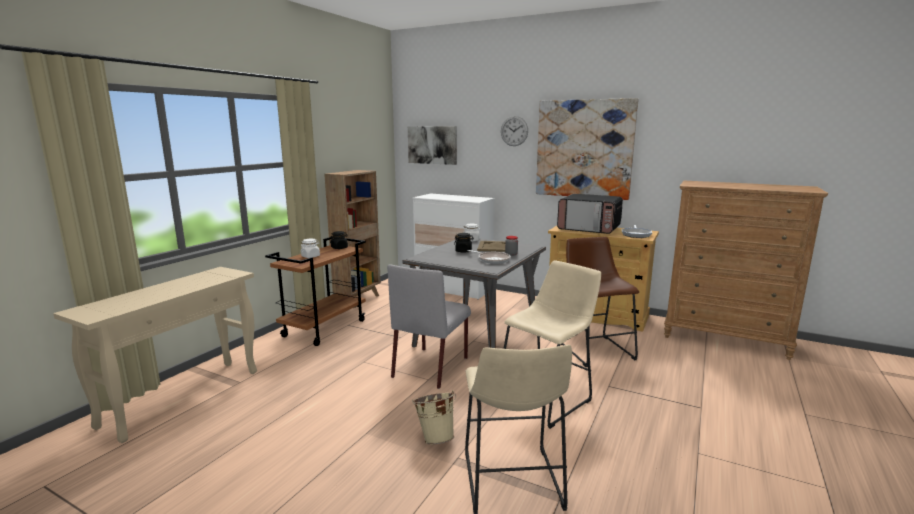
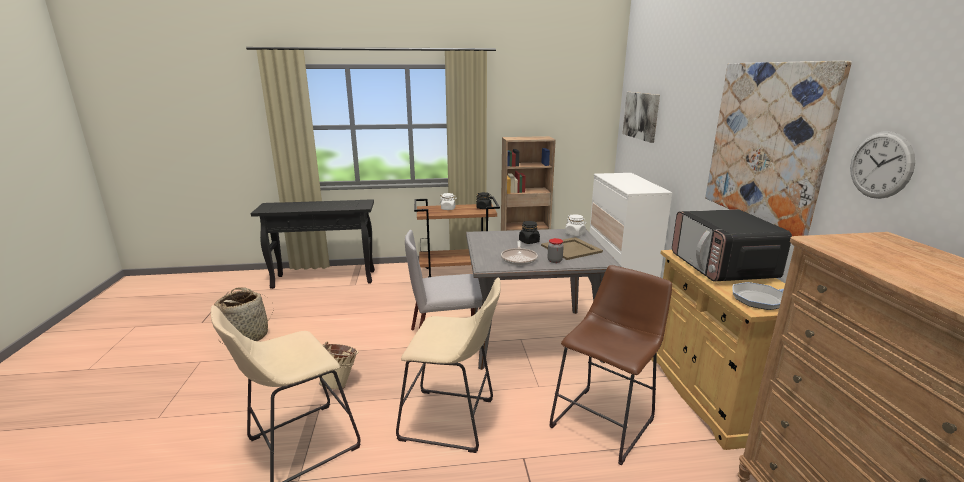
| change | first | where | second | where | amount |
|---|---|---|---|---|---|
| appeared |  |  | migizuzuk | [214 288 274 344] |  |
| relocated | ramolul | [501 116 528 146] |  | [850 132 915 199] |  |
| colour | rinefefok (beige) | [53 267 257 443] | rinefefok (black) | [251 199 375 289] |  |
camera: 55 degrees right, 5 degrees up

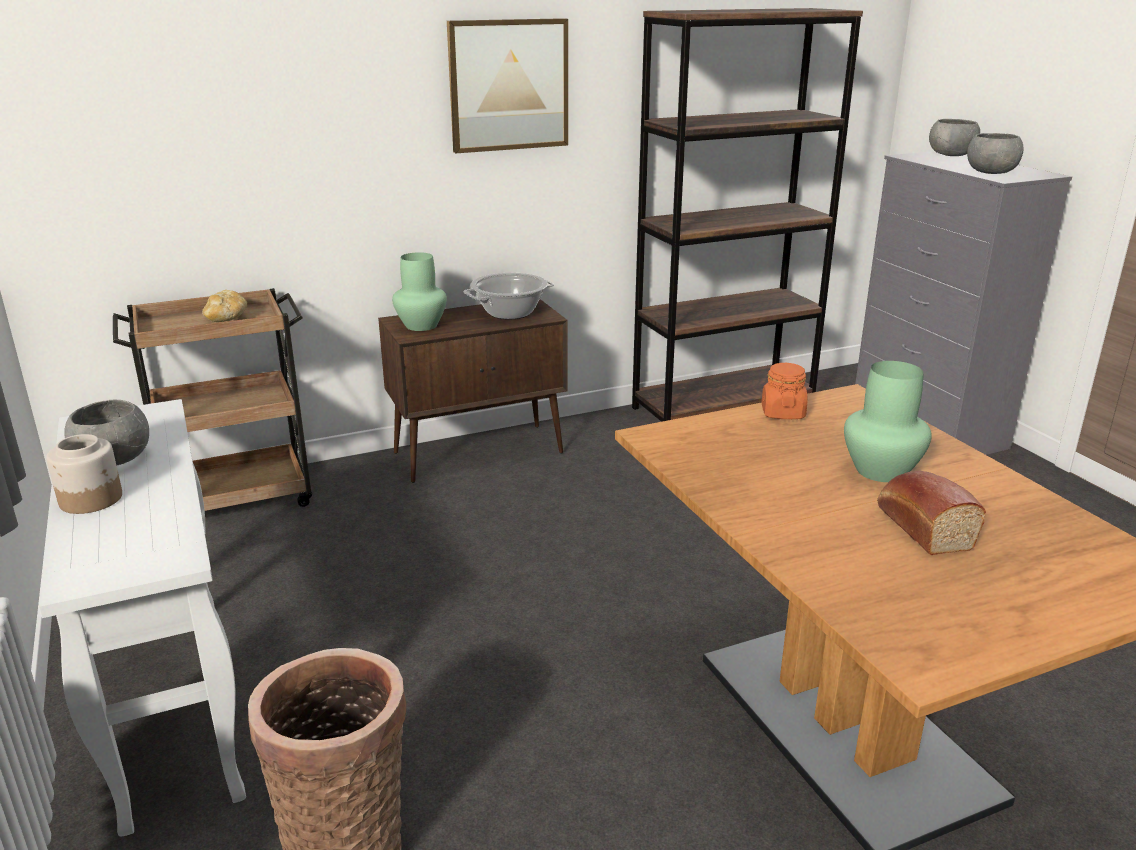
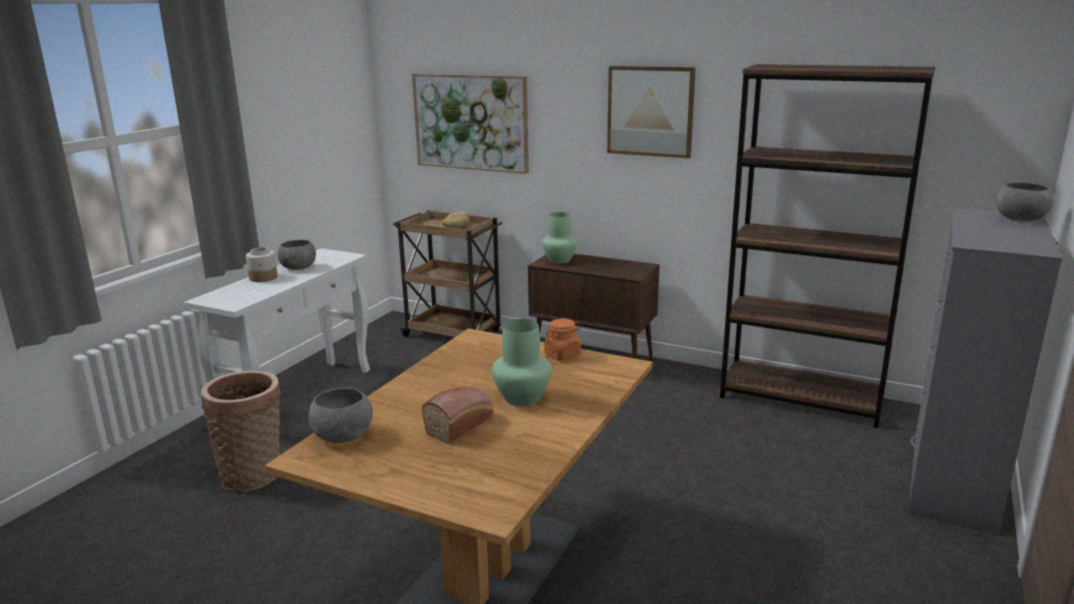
| change | first | where | second | where | amount |
|---|---|---|---|---|---|
| missing | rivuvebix | [464 273 554 320] |  |  |  |
| appeared |  |  | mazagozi | [412 74 529 174] |  |
| relocated | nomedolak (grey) | [967 133 1023 174] |  | [308 387 373 443] |  |
camera: 50 degrees right, 5 degrees down

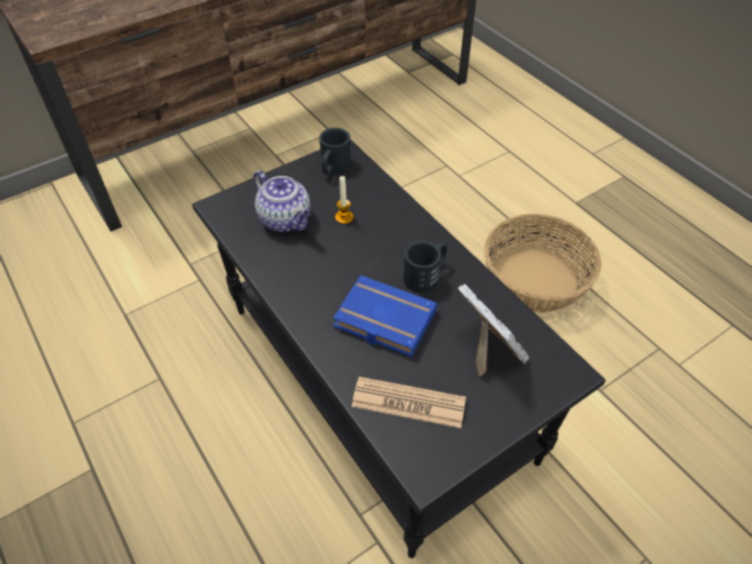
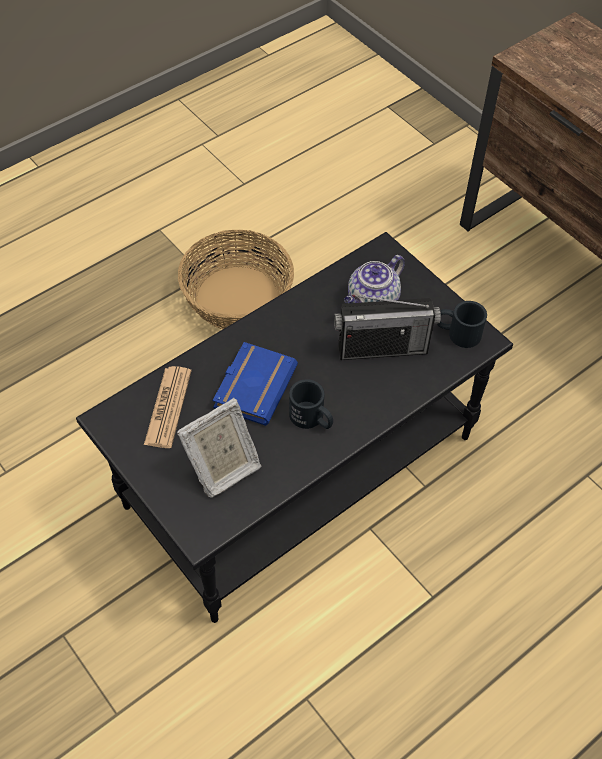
| change | first | where | second | where | amount |
|---|---|---|---|---|---|
| relocated | migizuzuk | [484 214 601 313] |  | [178 230 294 329] |  |
| exchanged | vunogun | [335 176 353 224] | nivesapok | [334 295 441 360] |  |
camera: 85 degrees right, 5 degrees up

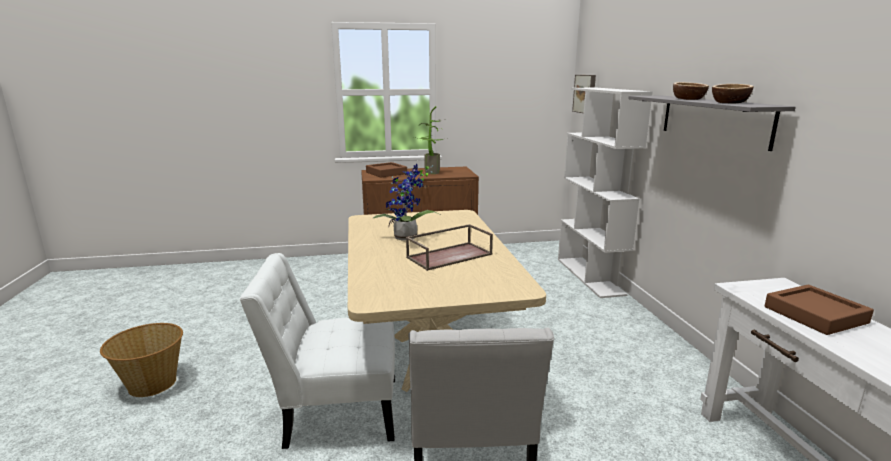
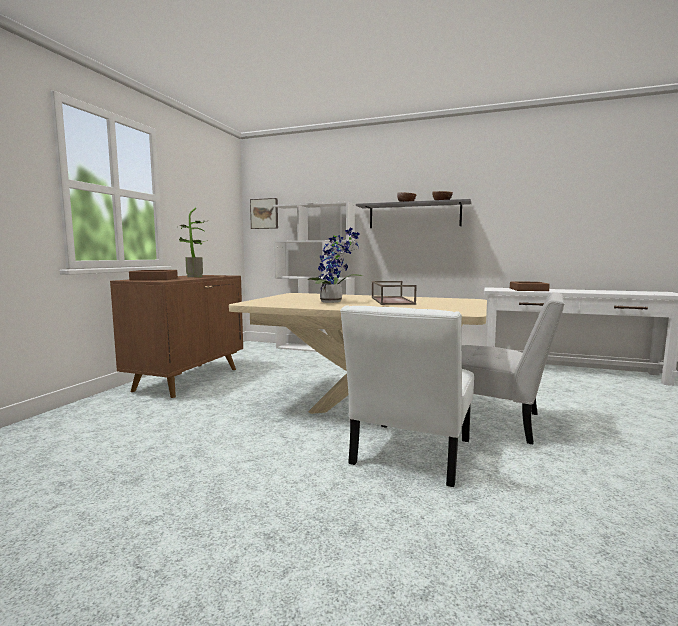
| change | first | where | second | where | amount |
|---|---|---|---|---|---|
| missing | migizuzuk | [100 323 183 397] |  |  |  |
camera: 60 degrees left, 10 degrees down

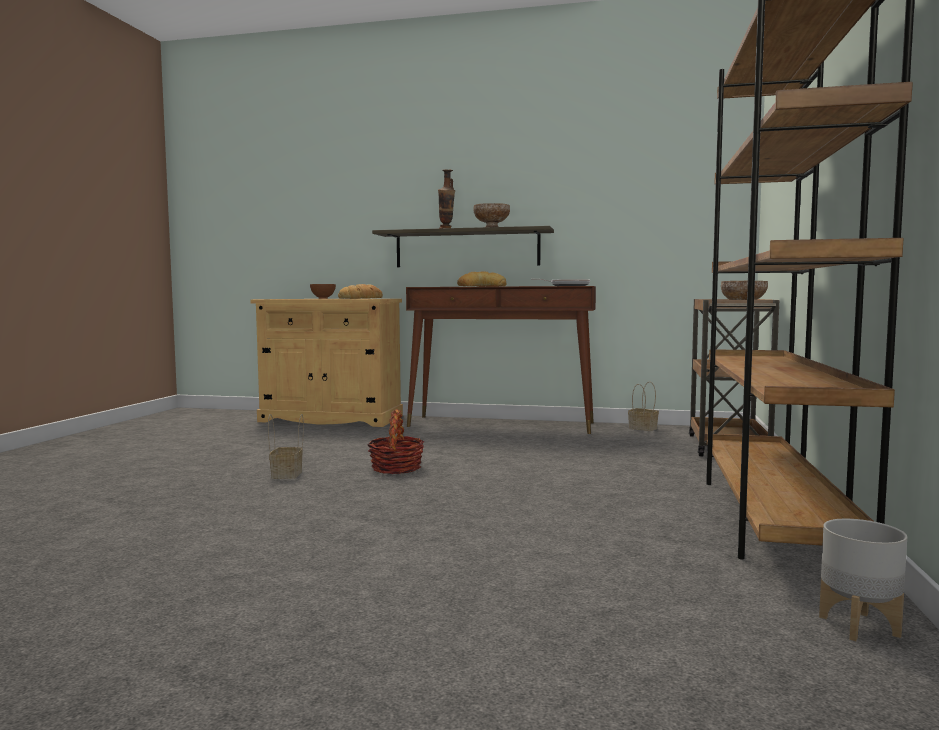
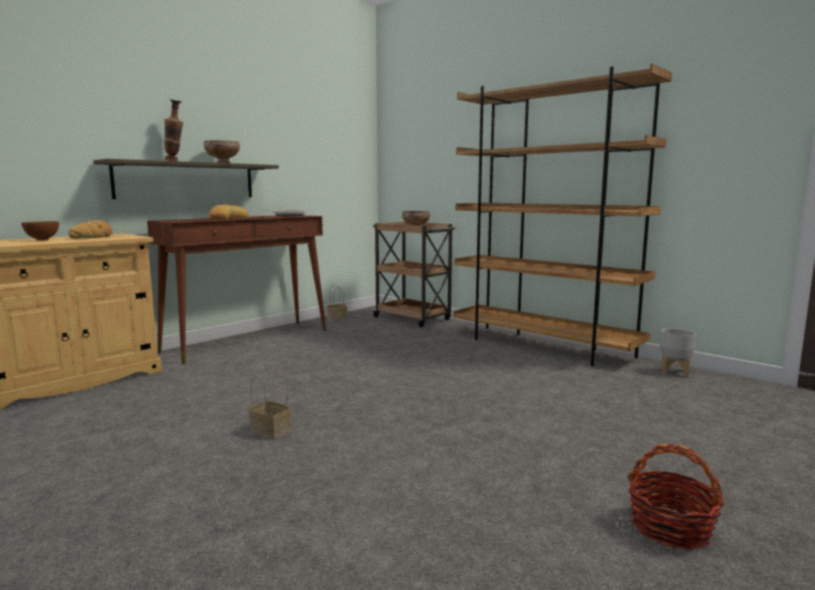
| change | first | where | second | where | amount |
|---|---|---|---|---|---|
| relocated | migizuzuk | [367 409 424 474] |  | [627 444 724 550] |  |
camera: 60 degrees left, 5 degrees up

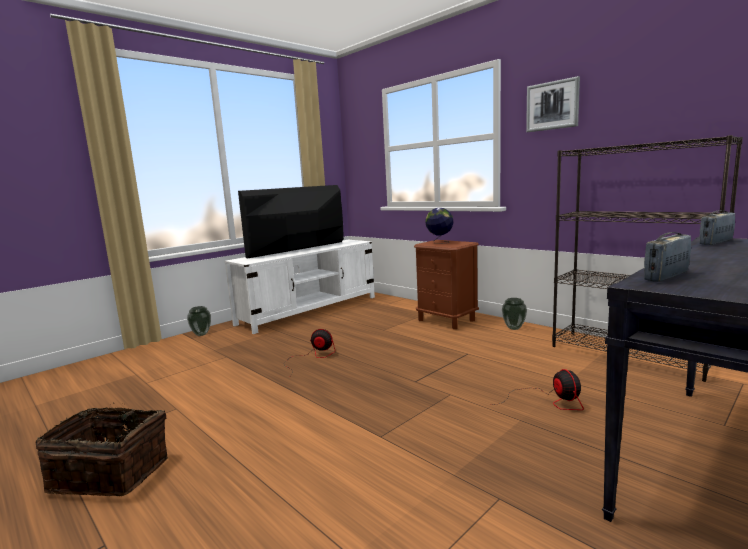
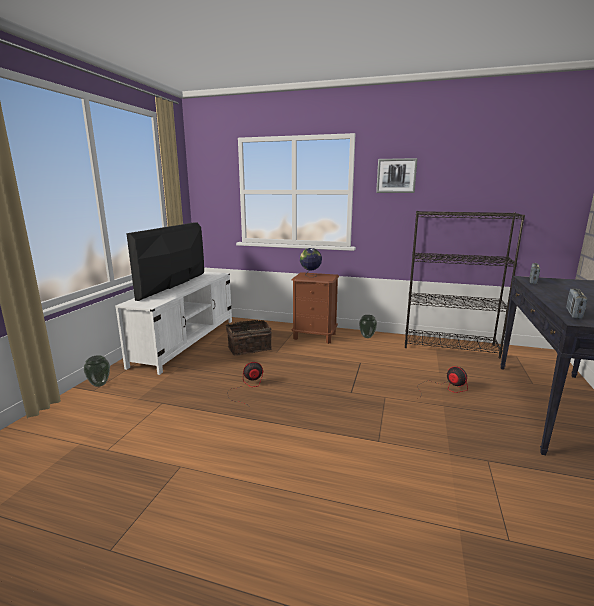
| change | first | where | second | where | amount |
|---|---|---|---|---|---|
| relocated | migizuzuk | [36 402 167 496] |  | [226 320 272 356] |  |
camera: 30 degrees left, 5 degrees up

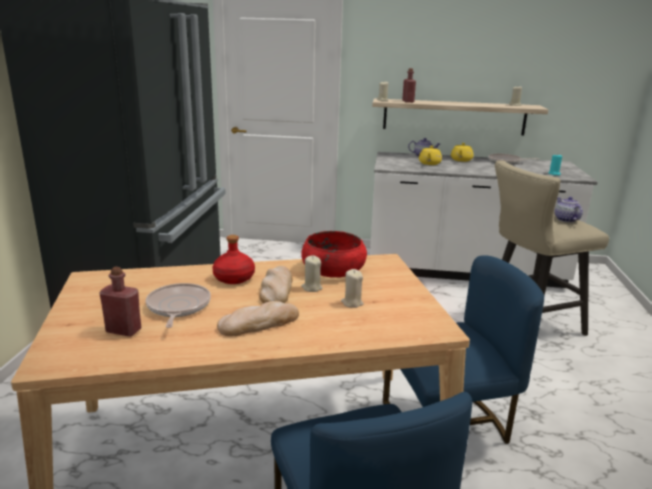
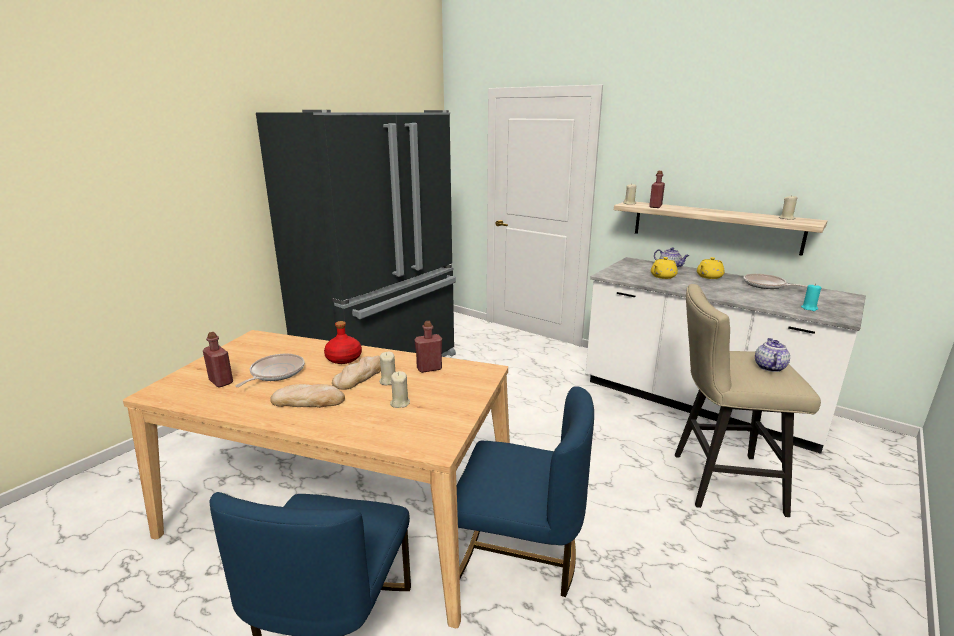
| change | first | where | second | where | amount |
|---|---|---|---|---|---|
| exchanged | nomedolak (red) | [301 231 367 278] | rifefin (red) | [414 321 442 373] |  |
camera: 30 degrees right, 0 degrees up

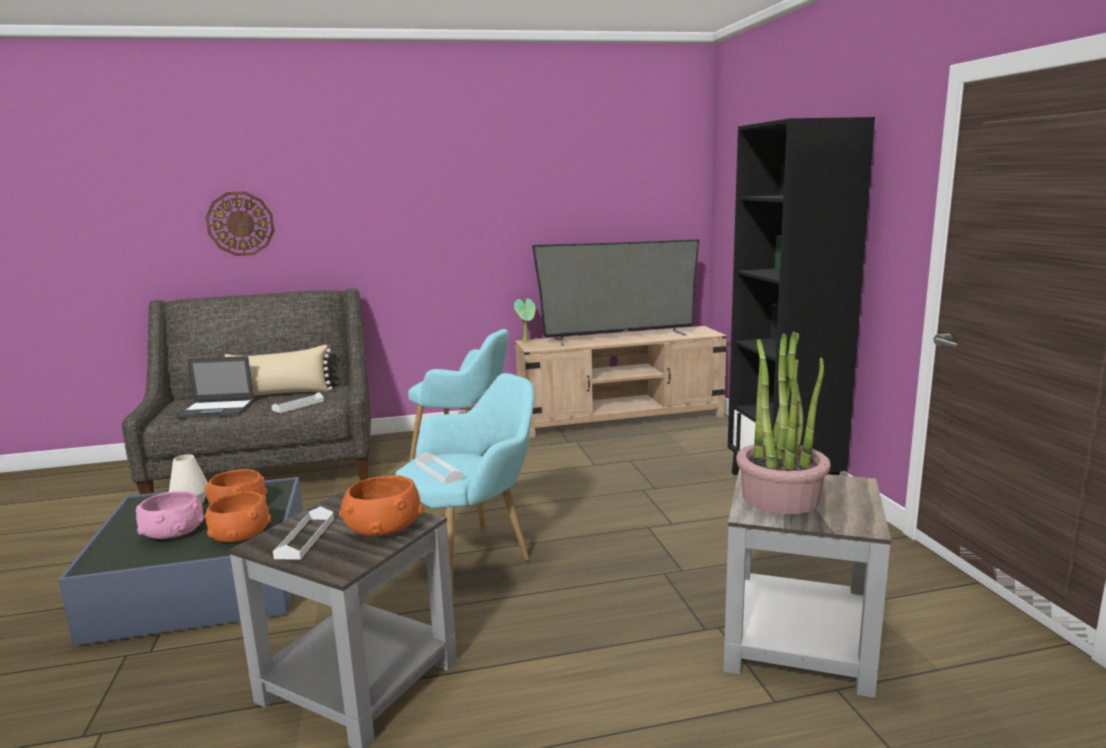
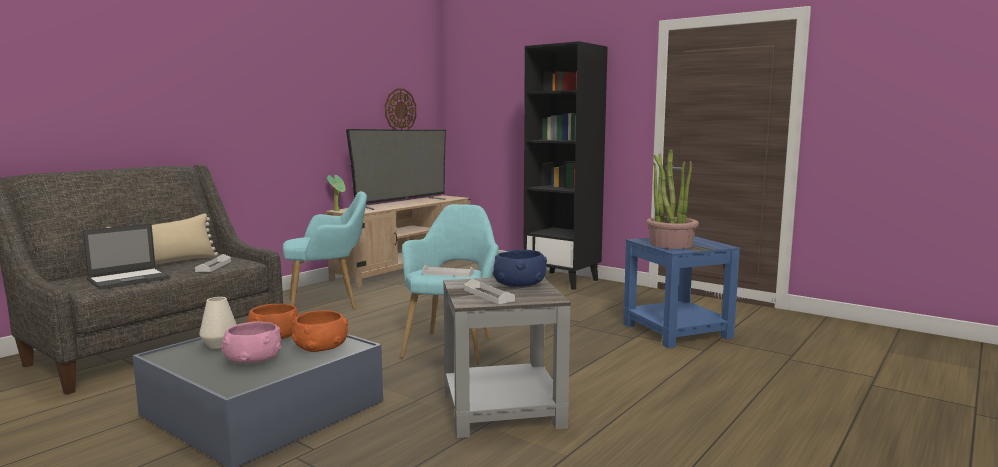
| change | first | where | second | where | amount |
|---|---|---|---|---|---|
| relocated | ramolul | [206 192 275 256] |  | [385 88 417 130] |  |
| colour | nomedolak (orange) | [339 475 423 536] | nomedolak (blue) | [493 249 547 287] |  |
| colour | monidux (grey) | [723 468 891 698] | monidux (blue) | [623 236 740 348] |  |
camera: 40 degrees left, 5 degrees down

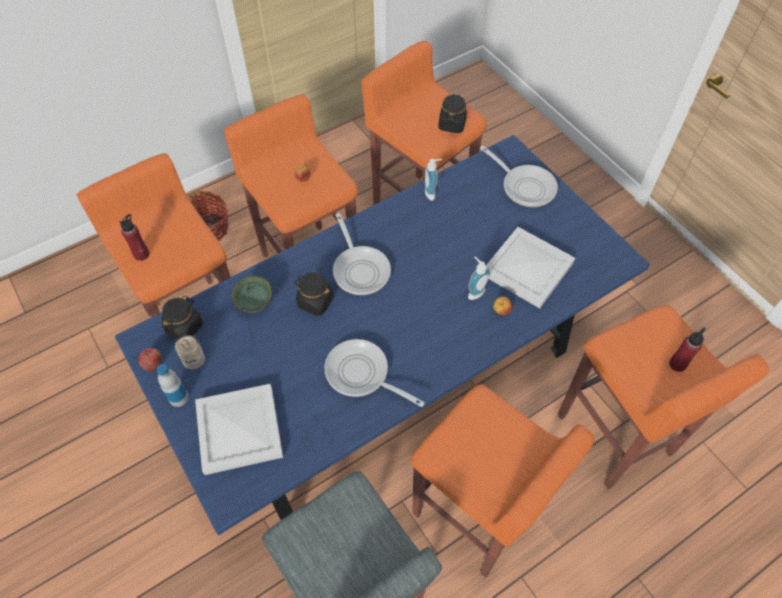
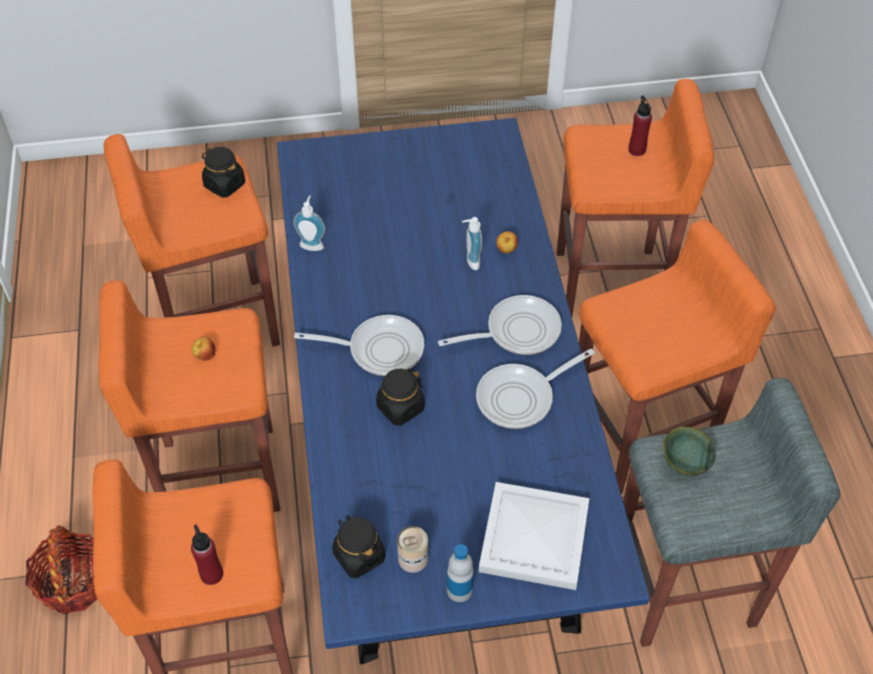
| change | first | where | second | where | amount |
|---|---|---|---|---|---|
| missing | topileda | [138 348 161 371] |  |  |  |
| missing | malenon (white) | [486 227 575 309] |  |  |  |
| relocated | nomedolak (green) | [232 276 272 313] |  | [663 426 716 476] |  |
| relocated | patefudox | [480 146 558 207] |  | [438 295 562 355] |  |
camera: 65 degrees left, 5 degrees down

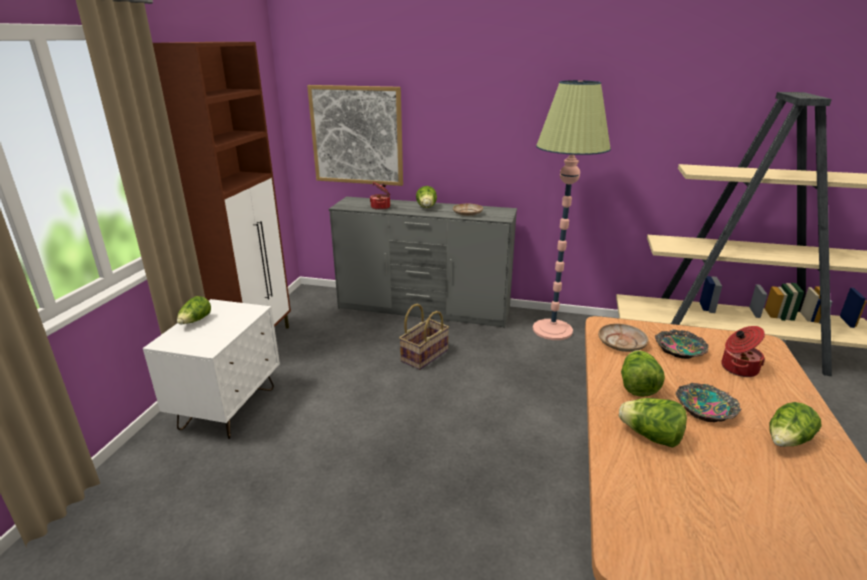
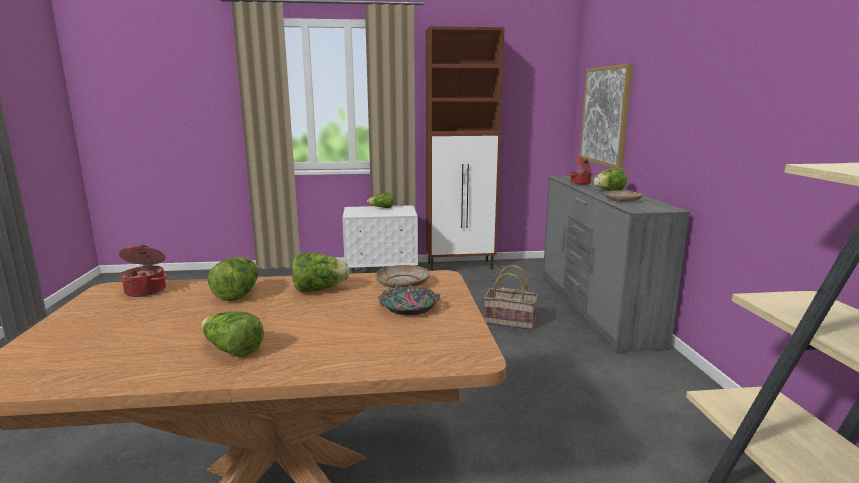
| change | first | where | second | where | amount |
|---|---|---|---|---|---|
| missing | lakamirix | [533 80 611 340] |  |  |  |
| missing | nomedolak | [675 383 742 422] |  |  |  |
| relocated | rivuvebix | [721 326 765 377] |  | [119 245 168 297] |  |
camera: 70 degrees right, 10 degrees down

